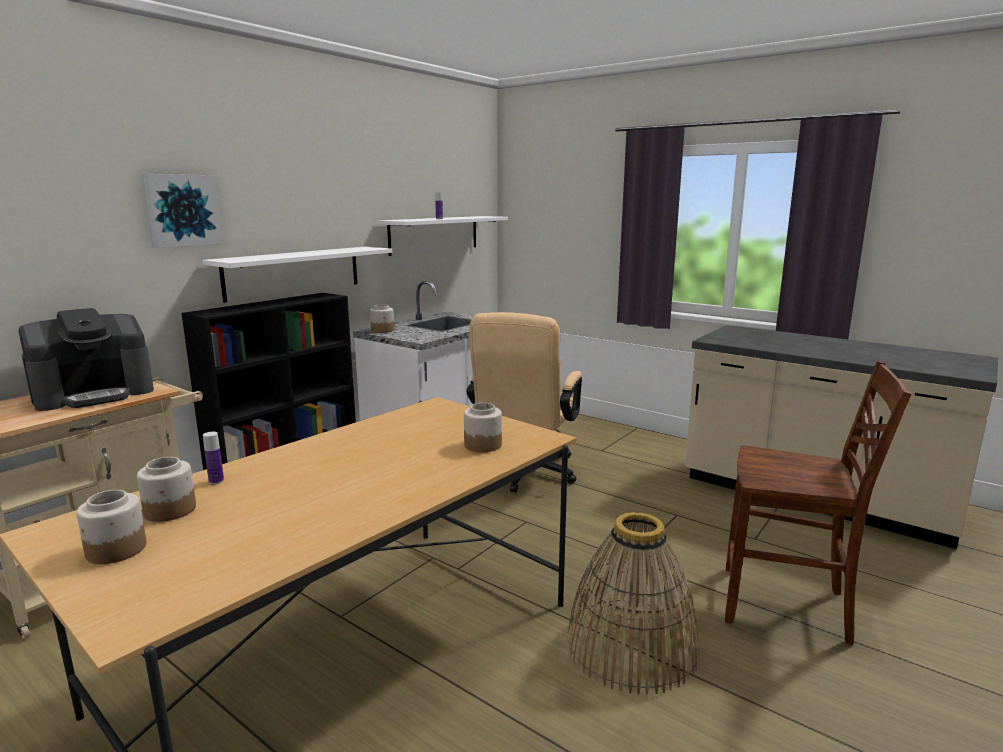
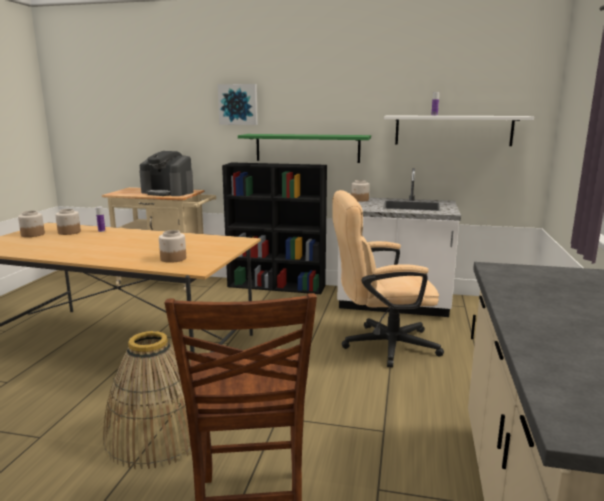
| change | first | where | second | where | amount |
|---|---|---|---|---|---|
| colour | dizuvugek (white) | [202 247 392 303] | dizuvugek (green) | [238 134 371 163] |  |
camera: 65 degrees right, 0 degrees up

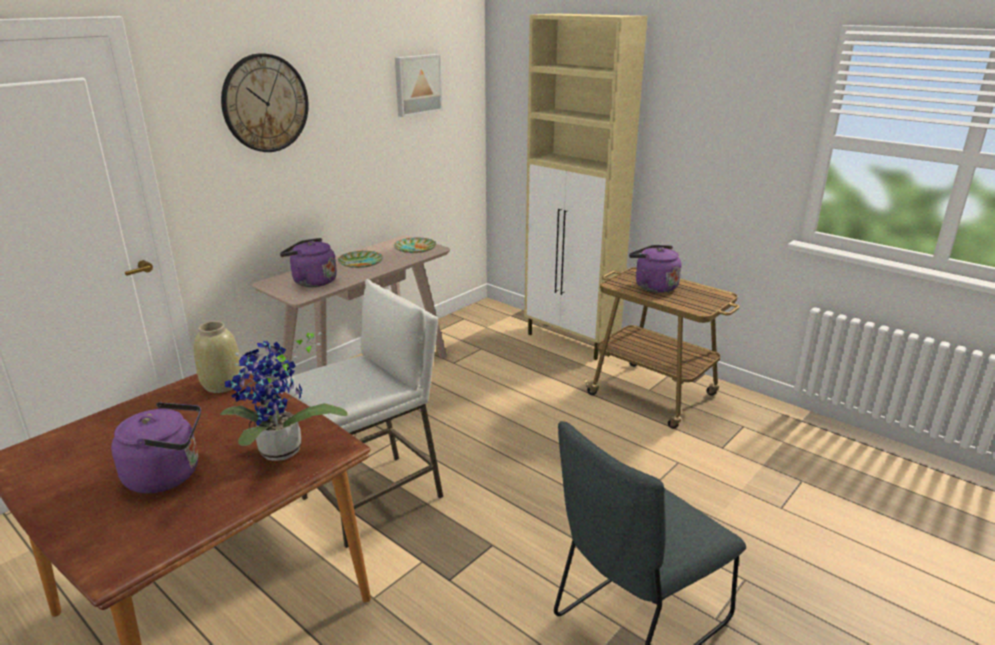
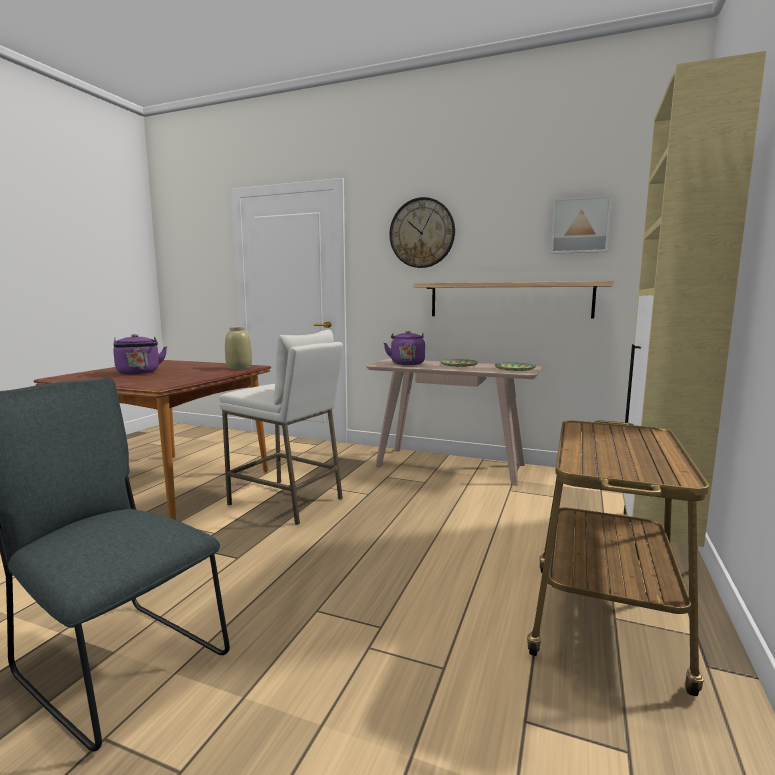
| change | first | where | second | where | amount |
|---|---|---|---|---|---|
| missing | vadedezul | [220 332 348 461] |  |  |  |
| missing | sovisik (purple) | [629 245 681 293] |  |  |  |
| appeared |  |  | dizuvugek | [413 281 613 318] |  |
camera: 70 degrees right, 15 degrees down

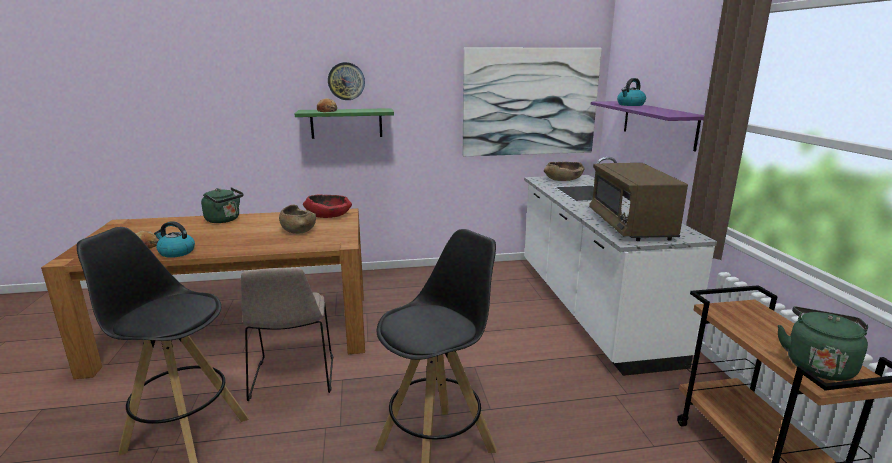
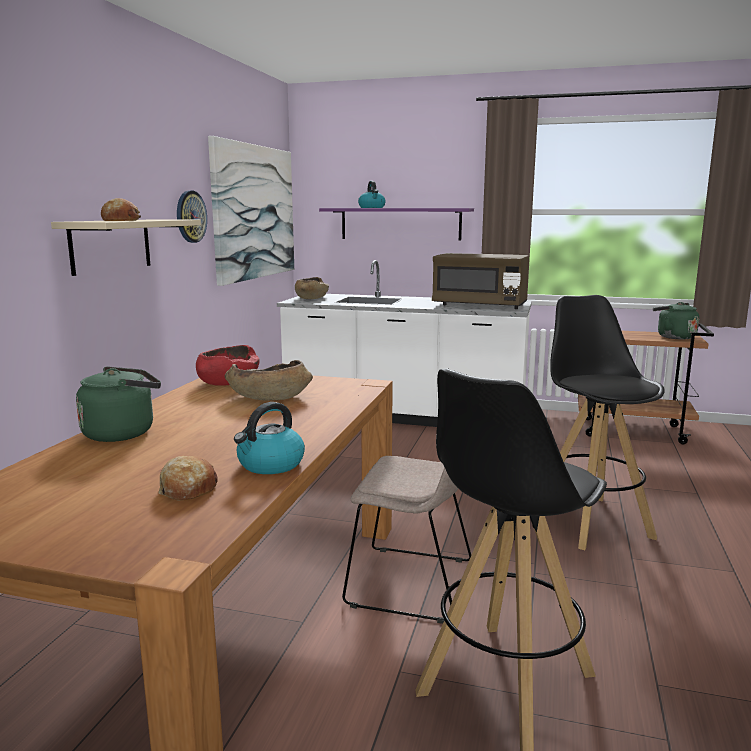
| change | first | where | second | where | amount |
|---|---|---|---|---|---|
| relocated | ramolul | [328 62 365 100] |  | [177 191 207 243] |  |
| colour | dizuvugek (green) | [295 108 394 139] | dizuvugek (beige) | [51 219 201 276] |  |
camera: 65 degrees left, 5 degrees down

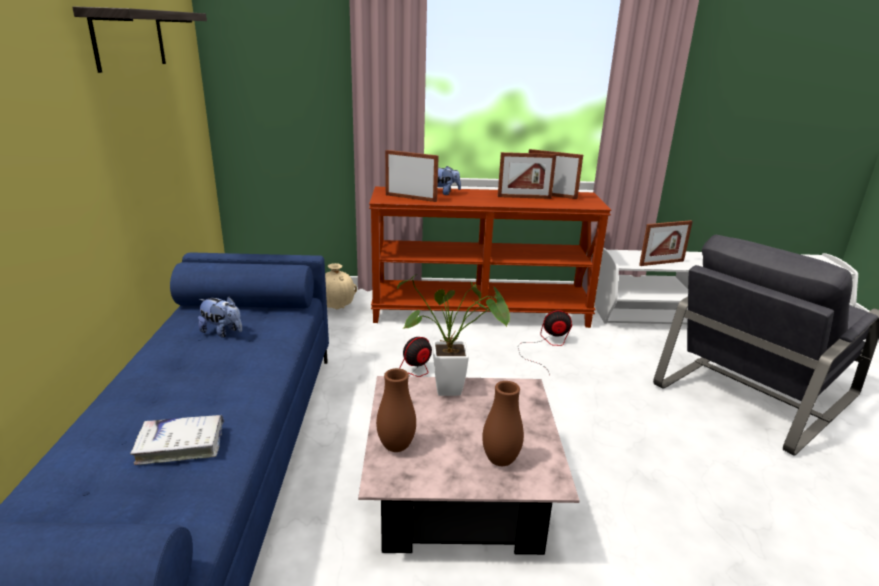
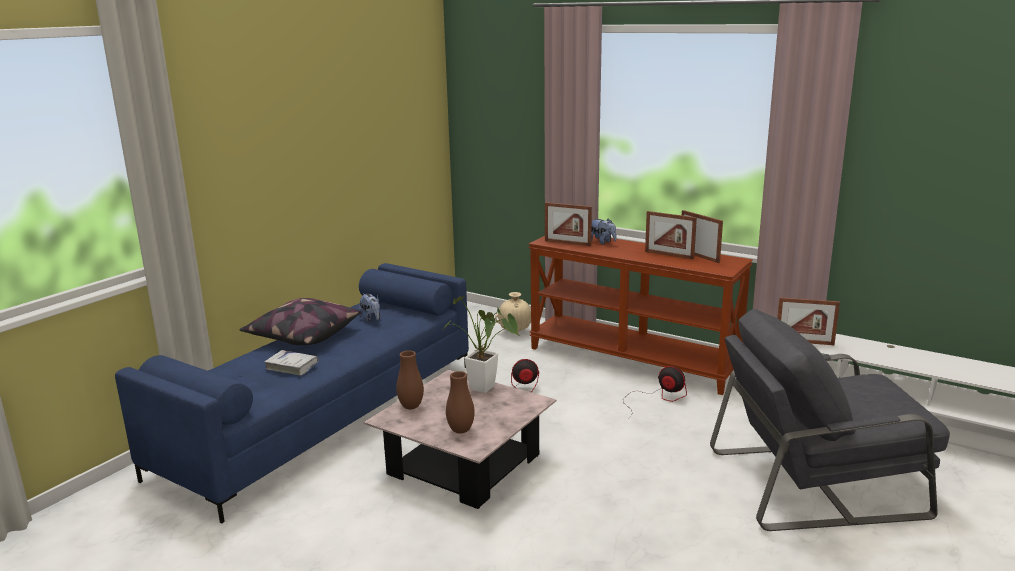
| change | first | where | second | where | amount |
|---|---|---|---|---|---|
| missing | dizuvugek | [72 6 207 73] |  |  |  |
| appeared |  |  | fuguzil | [239 298 361 345] |  |
| spun | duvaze | [385 150 439 202] |  | [545 202 592 246] | 150 degrees clockwise |
camera: 35 degrees right, 5 degrees down

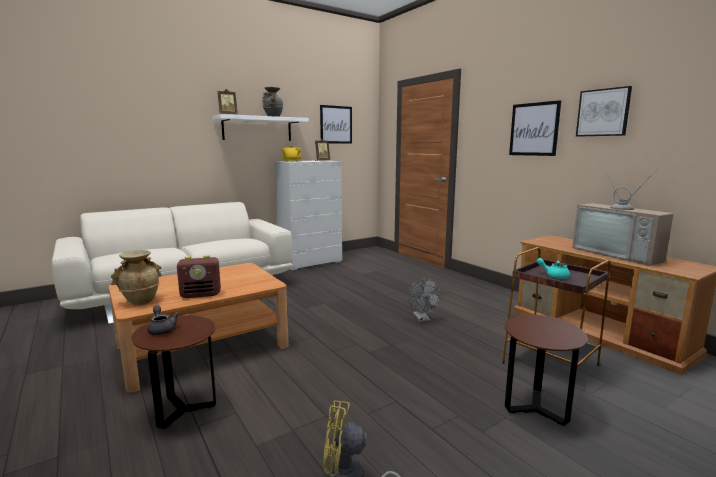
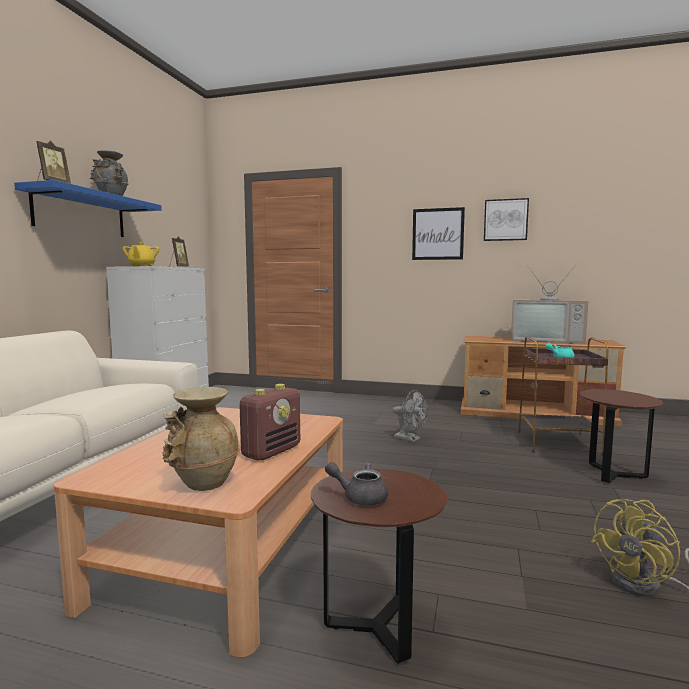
| change | first | where | second | where | amount |
|---|---|---|---|---|---|
| missing | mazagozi | [320 105 352 144] |  |  |  |
| colour | dizuvugek (white) | [212 114 309 141] | dizuvugek (blue) | [14 180 162 237] |  |
camera: 40 degrees left, 5 degrees down

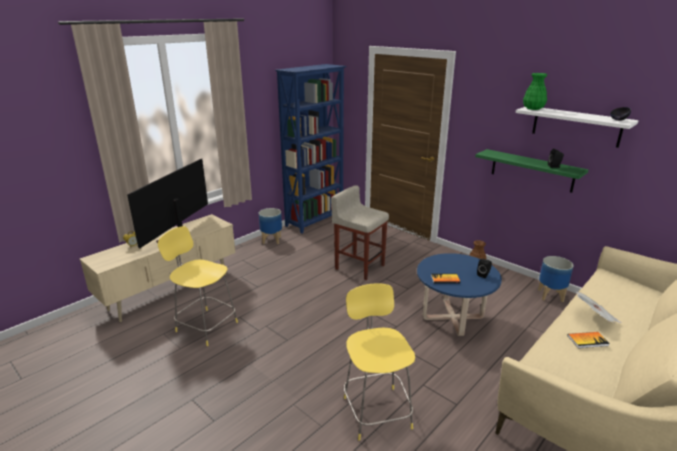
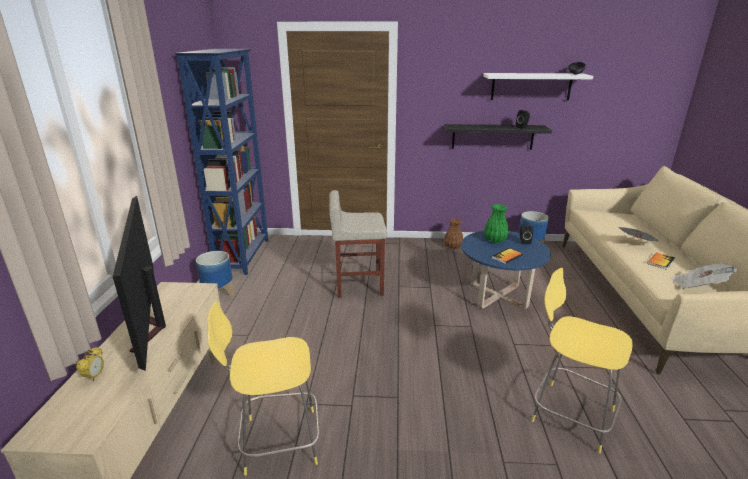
| change | first | where | second | where | amount |
|---|---|---|---|---|---|
| appeared |  |  | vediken | [671 263 738 288] |  |
| relocated | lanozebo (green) | [523 73 547 110] |  | [484 204 509 243] |  |
| colour | dizuvugek (green) | [475 149 588 193] | dizuvugek (black) | [444 124 552 150] |  |
camera: 40 degrees left, 0 degrees up

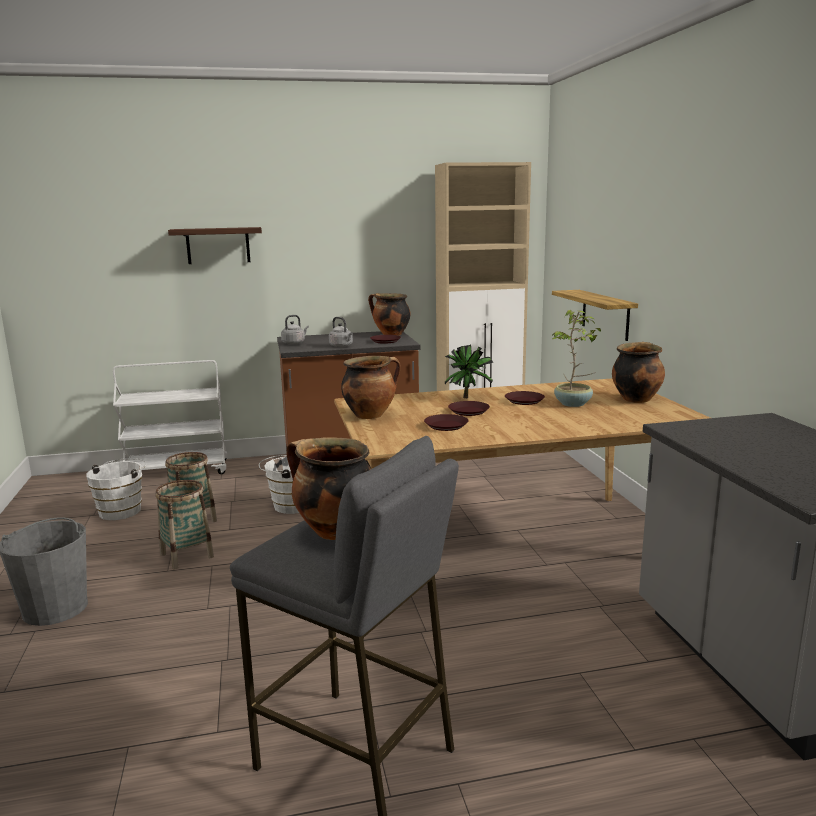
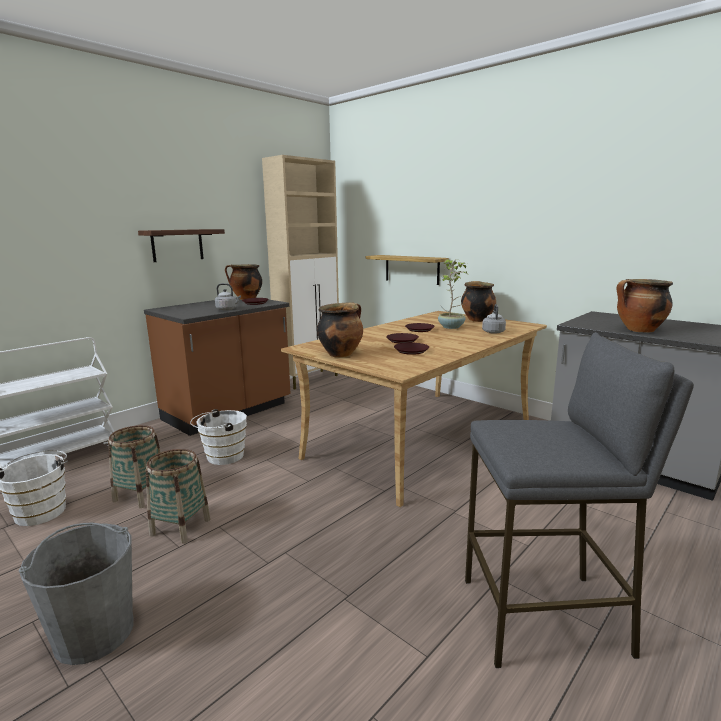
| change | first | where | second | where | amount |
|---|---|---|---|---|---|
| missing | vadedezul | [445 345 493 398] |  |  |  |
| relocated | dizuvugek | [168 227 262 264] |  | [138 229 225 262] |  |
| relocated | sovisik (grey) | [281 315 309 345] |  | [482 304 506 334] |  |
| relocated | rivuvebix | [286 437 371 540] |  | [617 279 673 333] |  |
camera: 35 degrees left, 0 degrees up

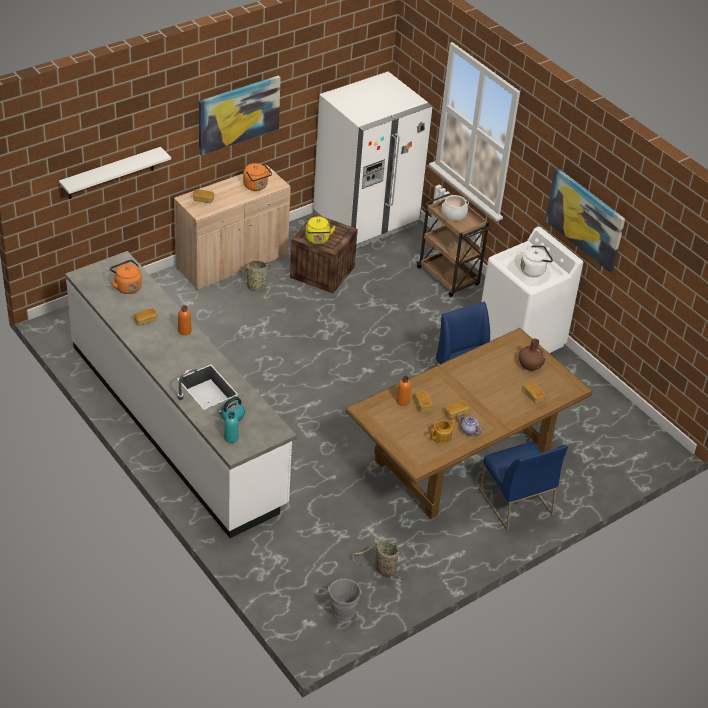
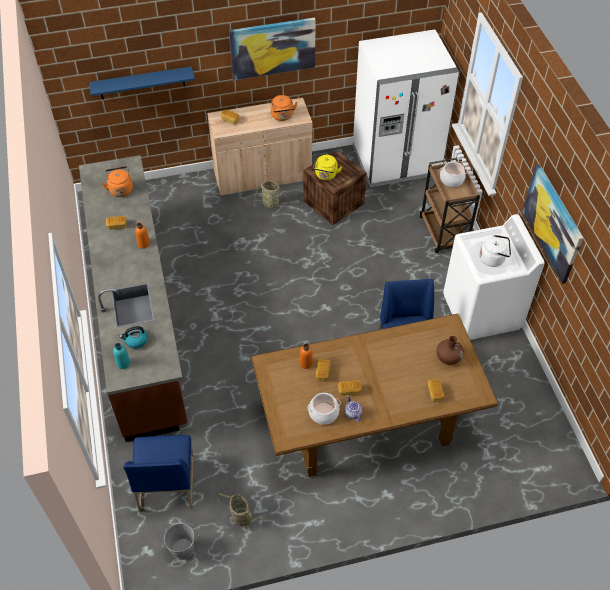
| change | first | where | second | where | amount |
|---|---|---|---|---|---|
| relocated | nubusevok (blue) | [479 442 568 530] |  | [123 435 194 512] |  |
| exchanged | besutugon | [430 419 456 444] | rivuvebix | [308 393 341 425] |  |
| colour | dizuvugek (white) | [59 147 171 199] | dizuvugek (blue) | [89 66 195 99] |  |
| colour | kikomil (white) | [65 251 297 538] | kikomil (brown) | [79 155 188 442] |  |
camera: 25 degrees right, 10 degrees up

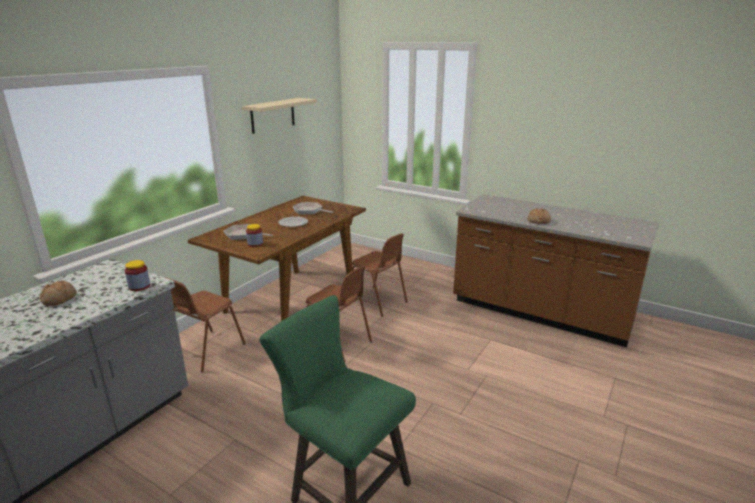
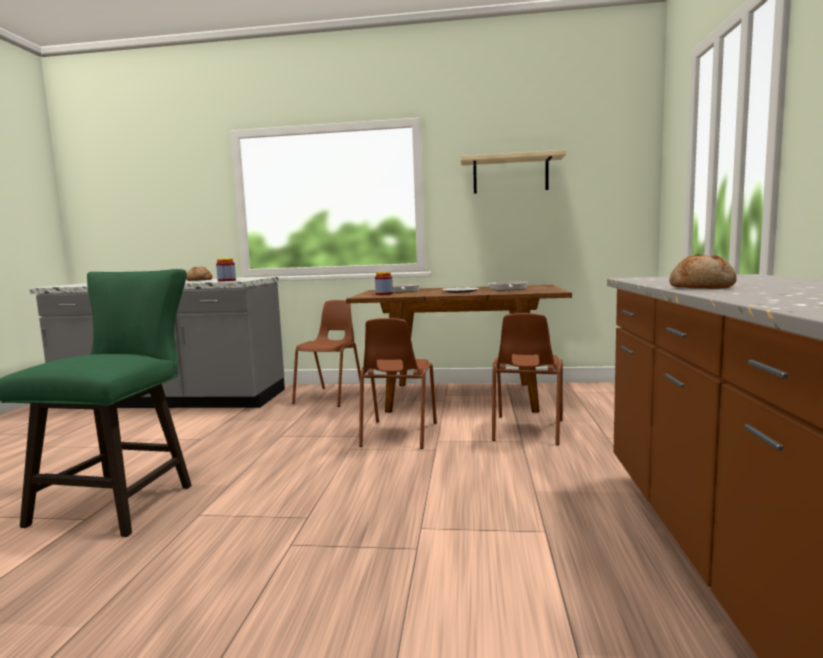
| change | first | where | second | where | amount |
|---|---|---|---|---|---|
| spun | nubusevok (brown) | [164 277 246 372] |  | [292 300 361 407] | 105 degrees clockwise |
camera: 65 degrees right, 15 degrees down

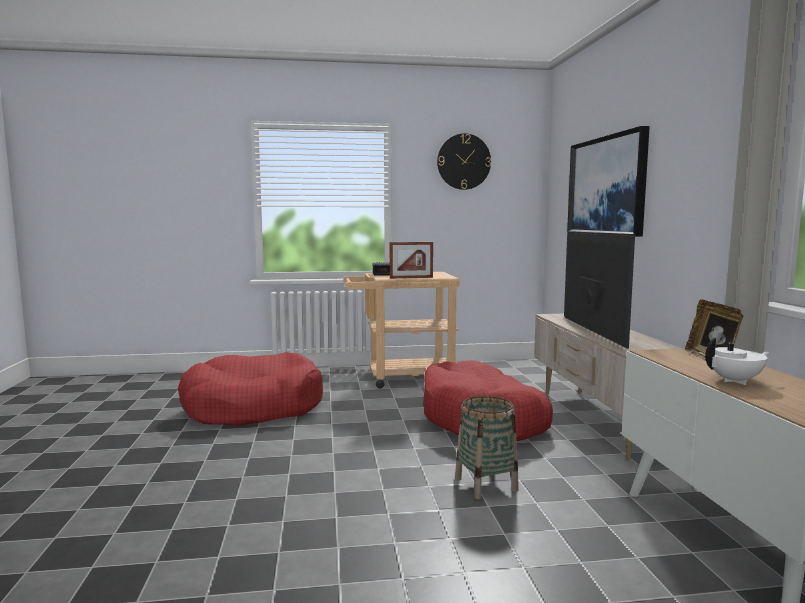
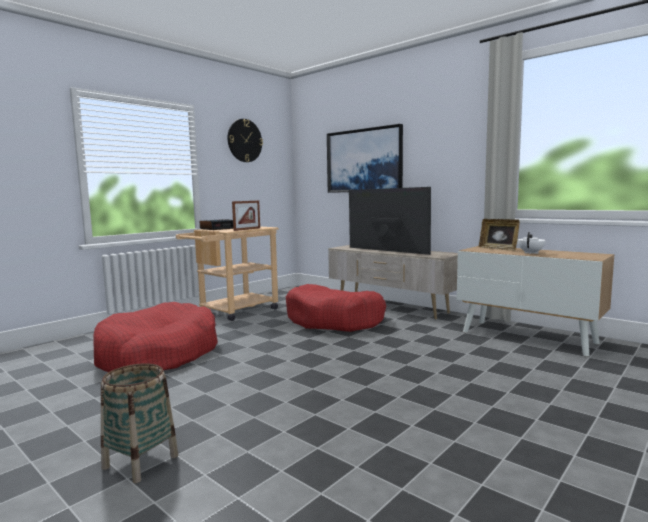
| change | first | where | second | where | amount |
|---|---|---|---|---|---|
| relocated | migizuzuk | [455 396 519 499] |  | [101 363 178 483] |  |
camera: 40 degrees left, 0 degrees up

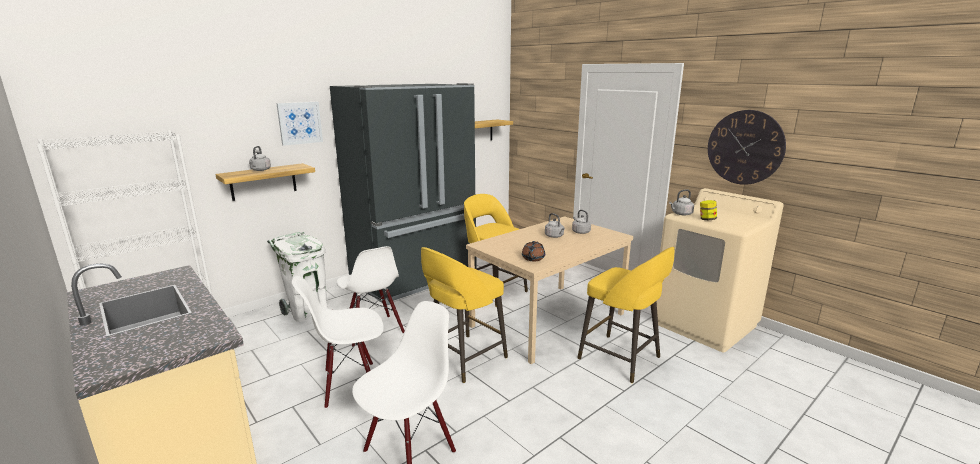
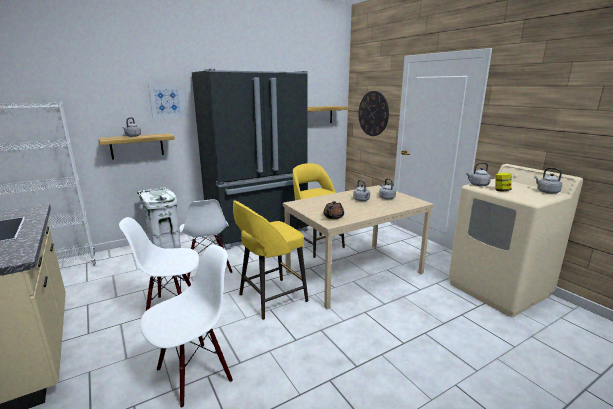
| change | first | where | second | where | amount |
|---|---|---|---|---|---|
| missing | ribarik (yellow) | [577 247 674 383] |  |  |  |
| appeared |  |  | sovisik (grey) | [534 168 562 194] |  |
| relocated | ramolul | [708 110 786 185] |  | [358 91 389 136] |  |
camera: 10 degrees right, 0 degrees up

